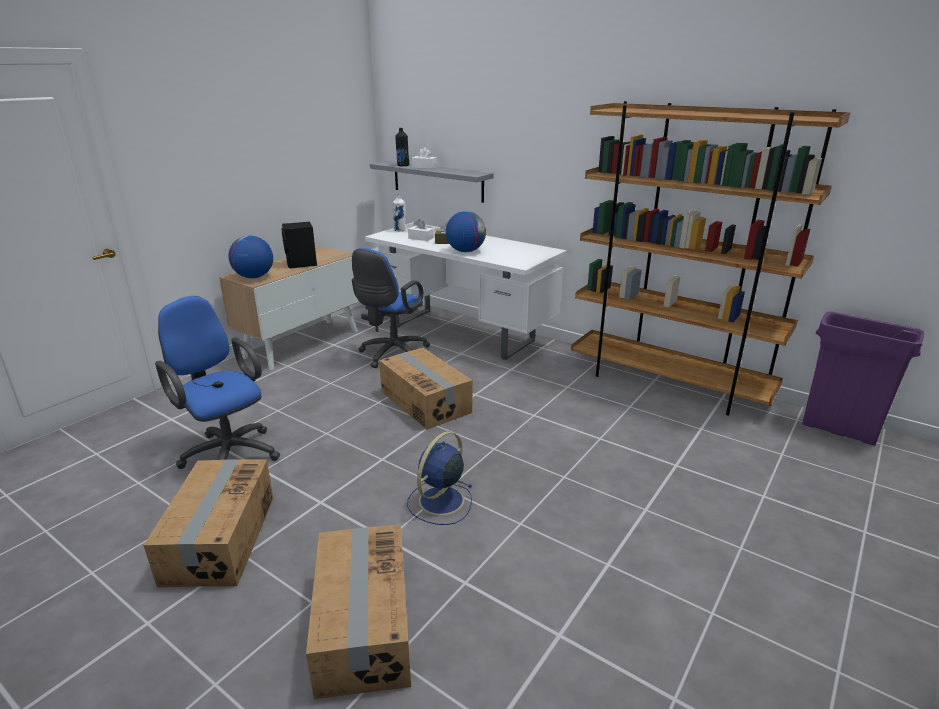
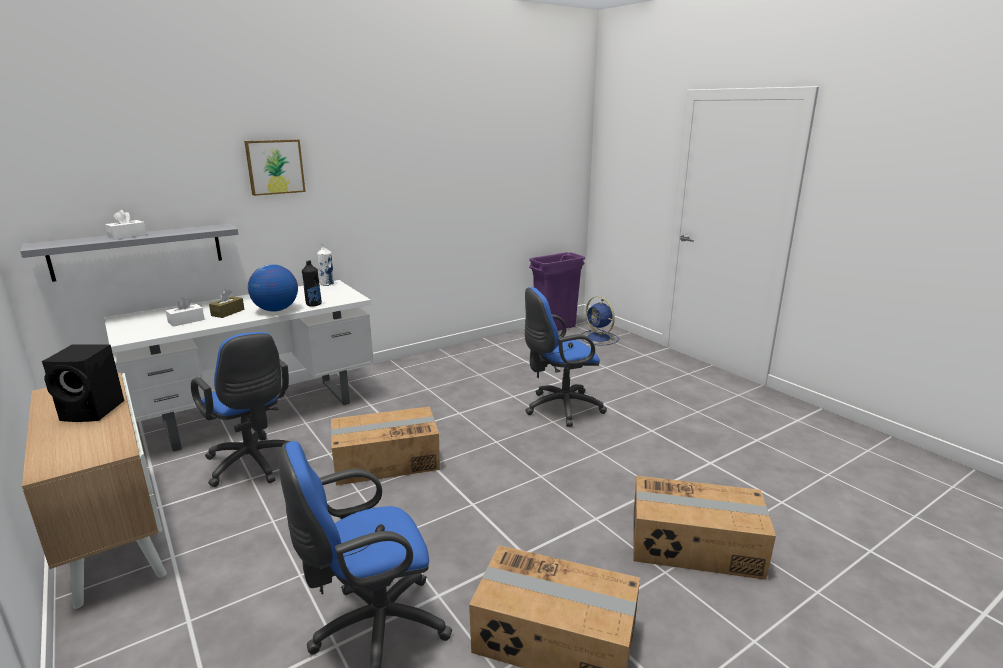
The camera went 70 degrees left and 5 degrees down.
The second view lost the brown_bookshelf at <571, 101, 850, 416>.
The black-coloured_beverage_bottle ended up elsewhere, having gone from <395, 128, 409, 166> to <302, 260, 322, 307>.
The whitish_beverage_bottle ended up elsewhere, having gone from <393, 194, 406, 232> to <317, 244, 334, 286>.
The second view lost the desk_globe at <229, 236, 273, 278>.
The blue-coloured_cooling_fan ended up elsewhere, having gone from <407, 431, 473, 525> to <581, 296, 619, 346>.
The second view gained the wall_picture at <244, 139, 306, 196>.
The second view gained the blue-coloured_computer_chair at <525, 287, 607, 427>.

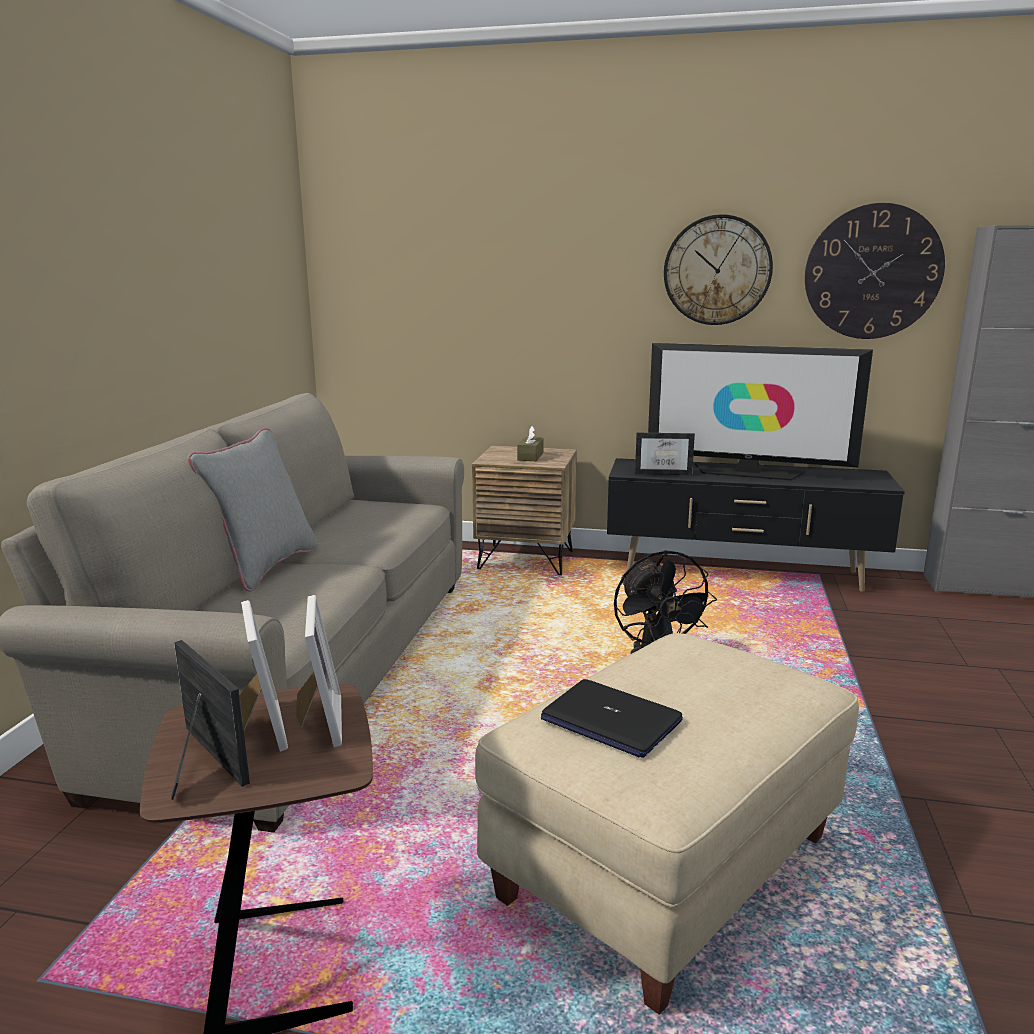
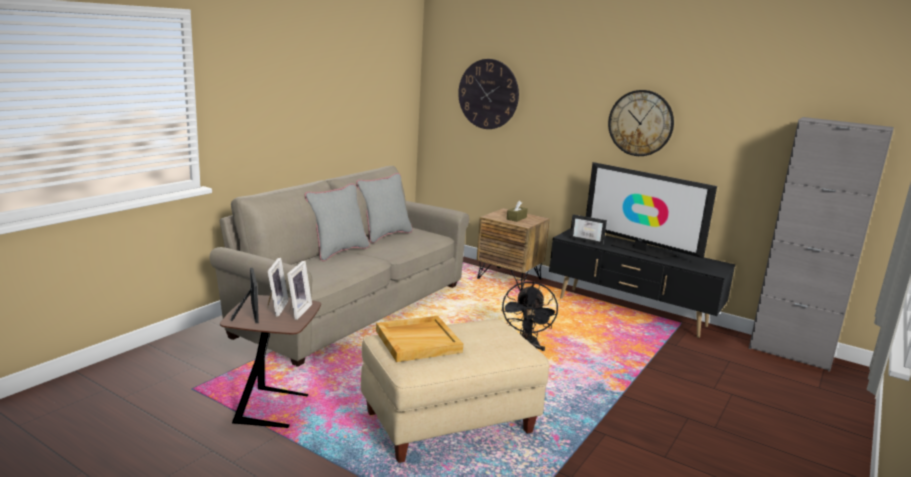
The camera went 20 degrees right and 0 degrees up.
The wall_clock ended up elsewhere, having gone from <805, 203, 945, 339> to <458, 59, 519, 129>.
Where the portable_computer stood at <541, 679, 683, 758>, the sand-coloured_serving_tray came to stand at <376, 316, 463, 362>.
The second view gained the grey_cushion at <356, 173, 413, 243>.

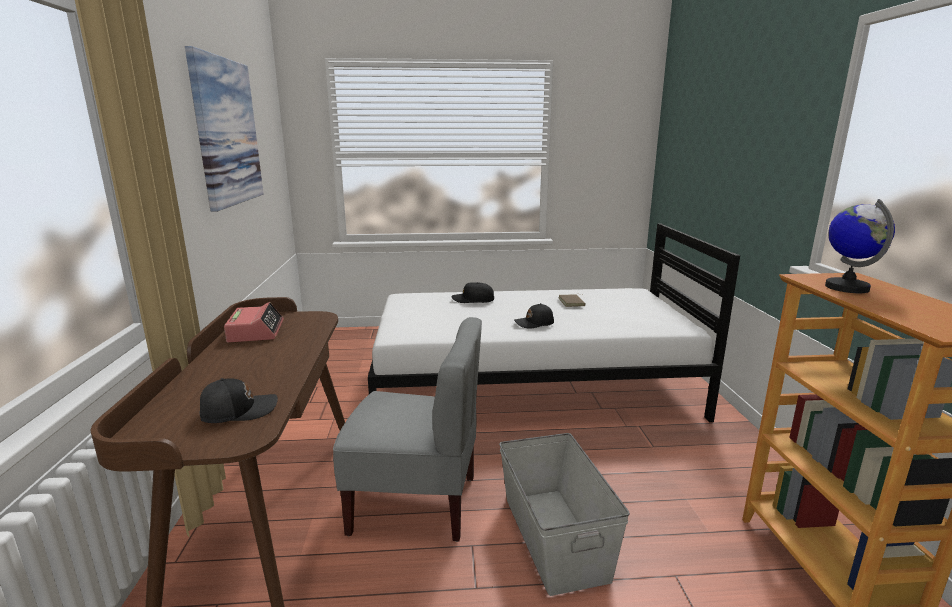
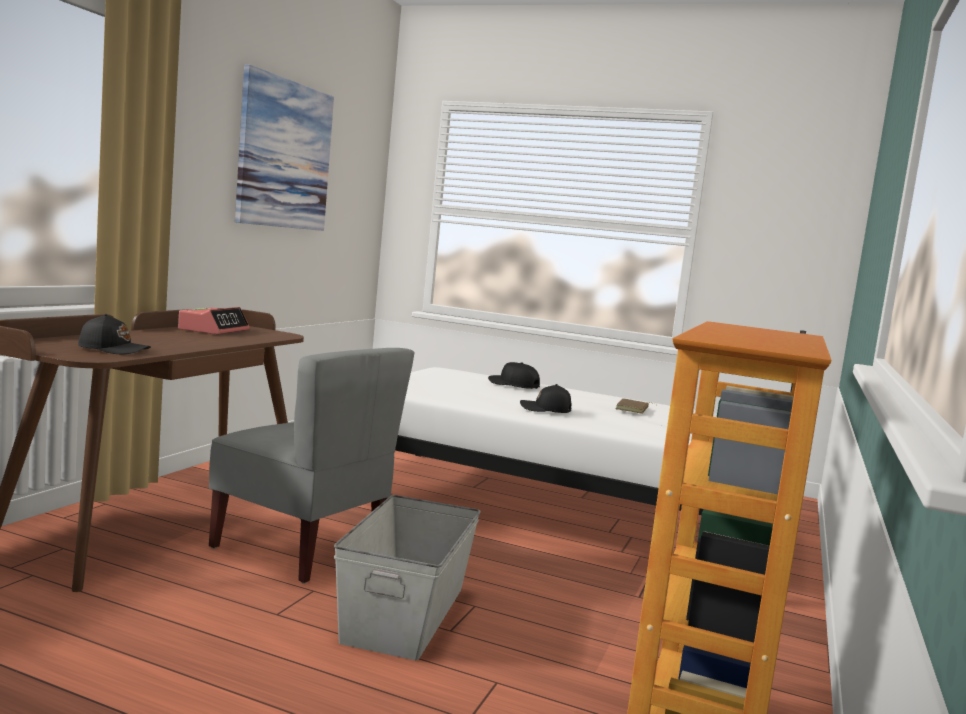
The camera went 25 degrees right and 10 degrees down.
The second view lost the desk_globe at <825, 199, 895, 293>.

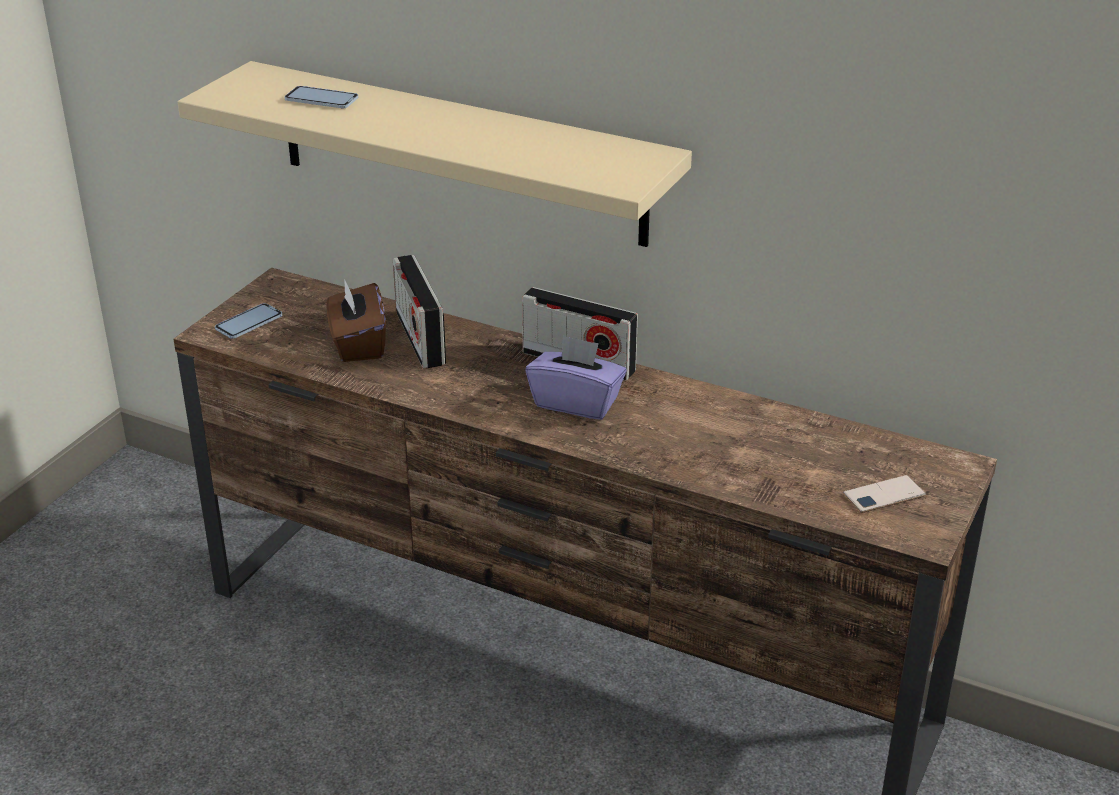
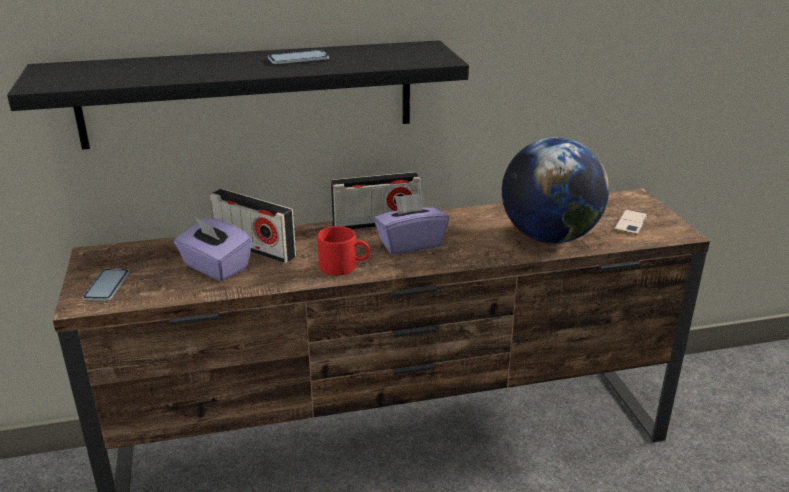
The camera went 40 degrees left and 5 degrees down.
What was the sand-coloured_bracket_shelf at <178, 61, 692, 247> turned into the black-coloured_bracket_shelf at <7, 40, 469, 150>.
The phone ended up elsewhere, having gone from <284, 86, 358, 109> to <268, 50, 329, 64>.
What was the brown_tissue_holder at <326, 279, 386, 362> turned into the purplish_tissue_holder at <174, 217, 252, 281>.
The second view gained the desk_globe at <502, 137, 609, 243>.
The second view gained the red-coloured_coffee_mug at <317, 226, 370, 276>.

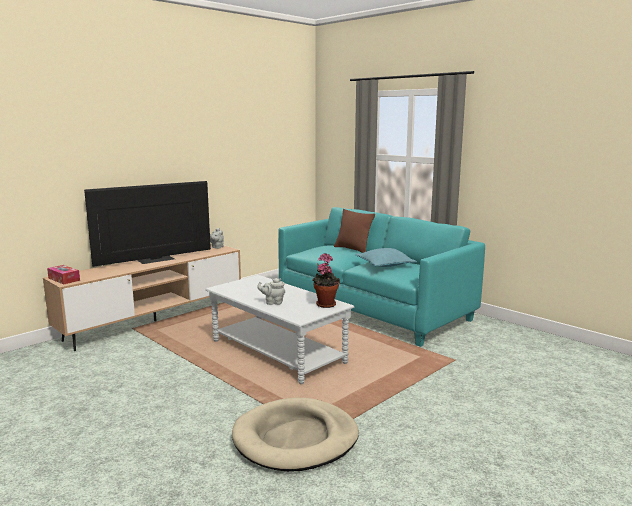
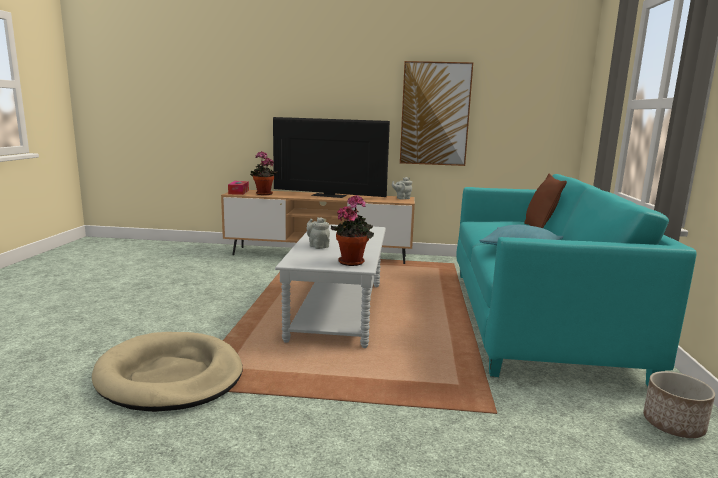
The camera went 50 degrees right and 0 degrees up.
The second view gained the wall_picture at <400, 61, 473, 166>.
The second view gained the plant_in_a_pot at <250, 151, 278, 195>.
The second view gained the flower_pot at <643, 371, 715, 438>.

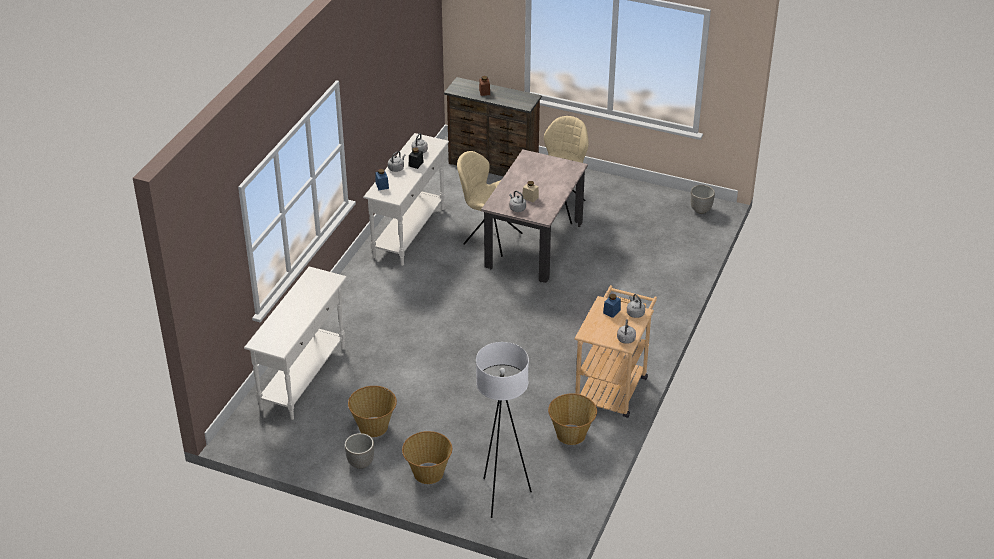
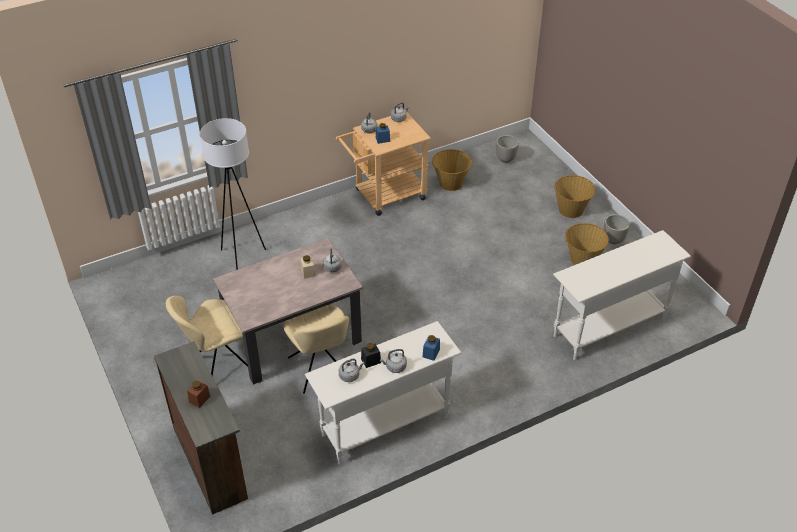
The camera went 140 degrees left and 5 degrees up.
The flower_pot ended up elsewhere, having gone from <690, 185, 715, 214> to <496, 135, 519, 163>.
The whitish_standard_lamp ended up elsewhere, having gone from <476, 342, 532, 518> to <200, 118, 266, 270>.

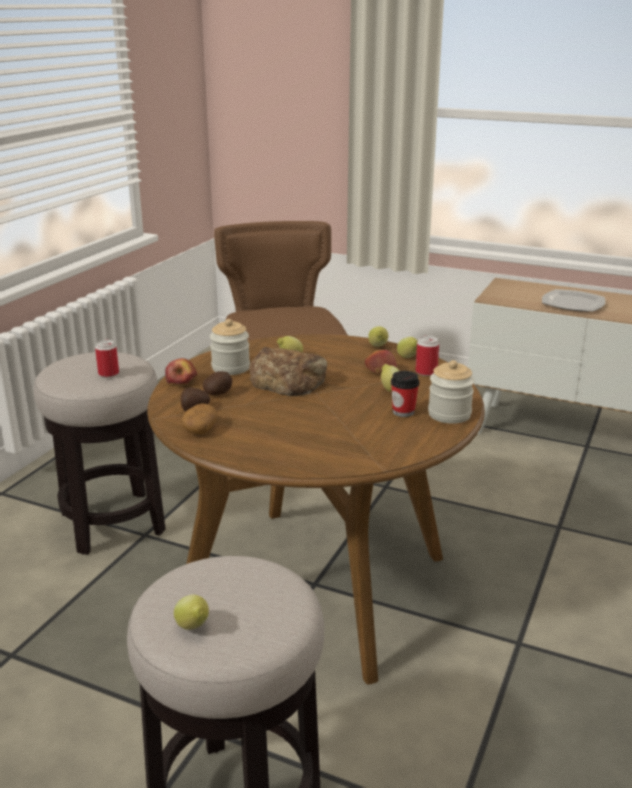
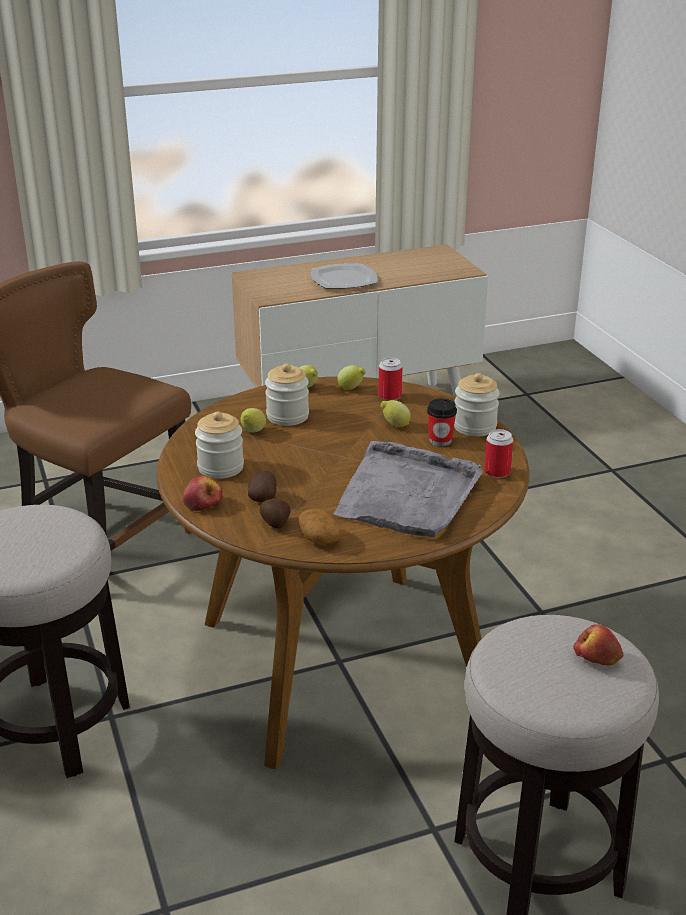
The camera went 45 degrees left and 5 degrees up.
The sealed_can ended up elsewhere, having gone from <95, 340, 119, 377> to <484, 429, 513, 478>.
The second view lost the bakery_bread at <249, 347, 327, 396>.
The whole_apple ended up elsewhere, having gone from <365, 350, 397, 374> to <573, 624, 623, 666>.
The second view lost the citrus_fruit at <174, 594, 209, 630>.
The second view gained the jar at <265, 363, 309, 426>.
The second view gained the grey_serving_tray at <334, 441, 483, 537>.

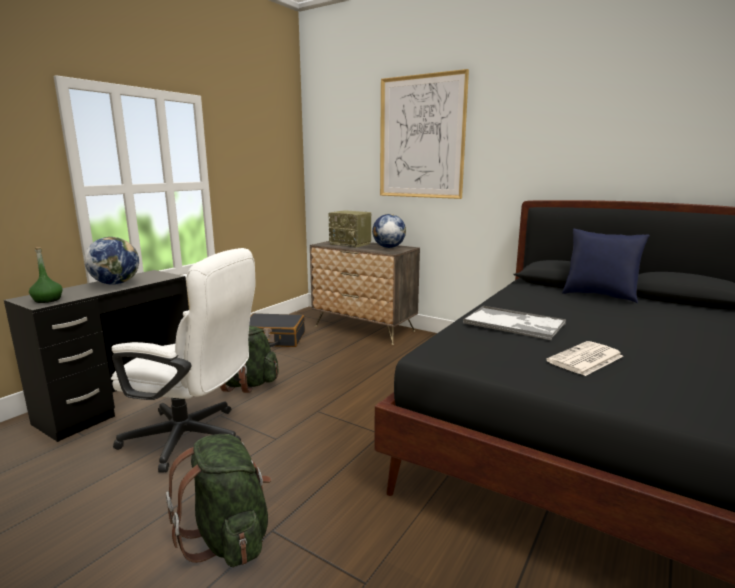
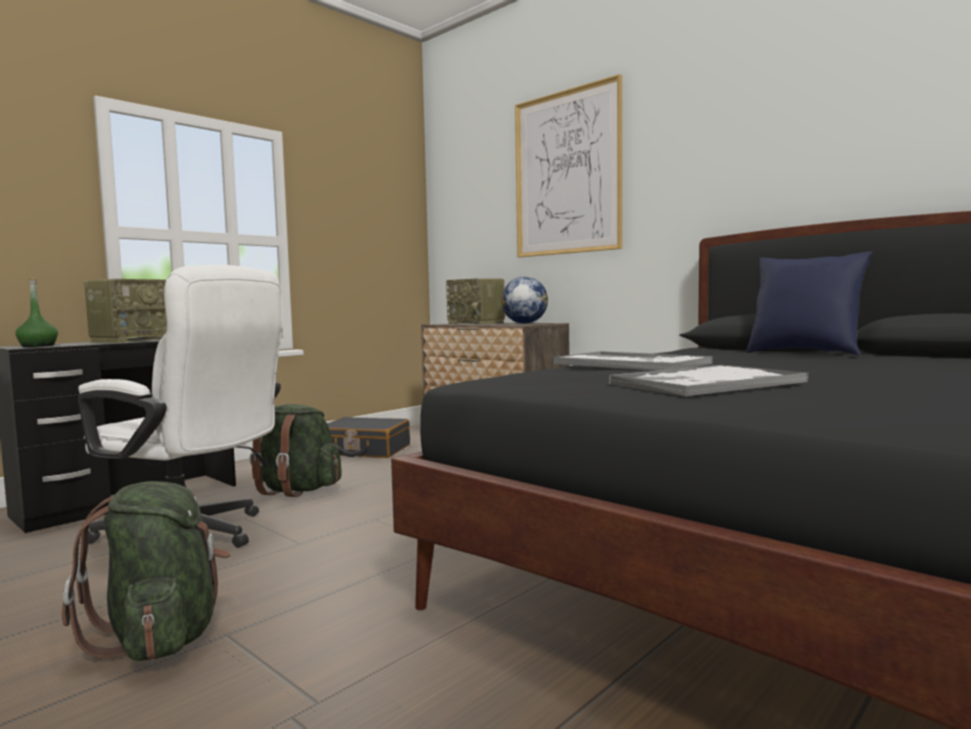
The camera went 10 degrees right and 10 degrees down.
Where the desk_globe stood at <84, 237, 139, 285>, the radio came to stand at <84, 279, 167, 343>.
Where the newspaper stood at <546, 341, 623, 376>, the serving_tray came to stand at <609, 365, 809, 397>.

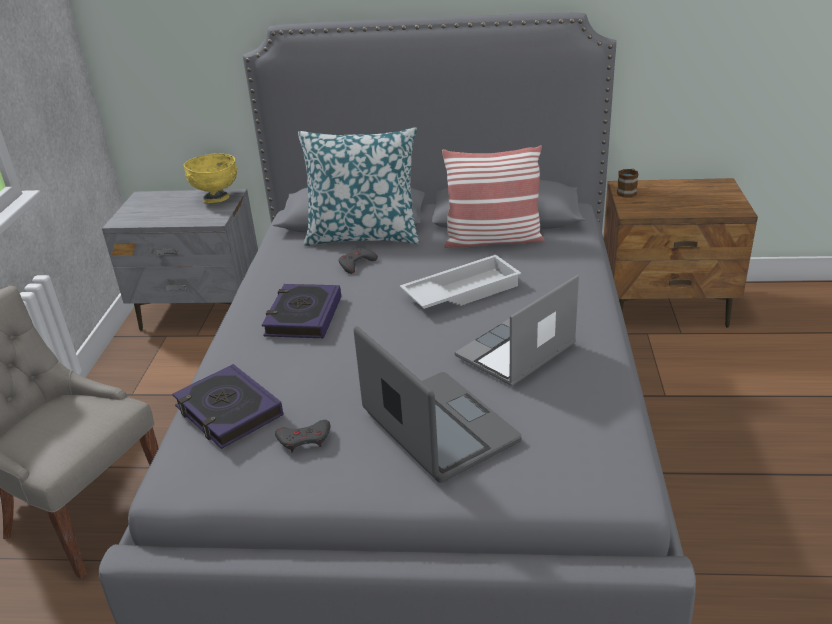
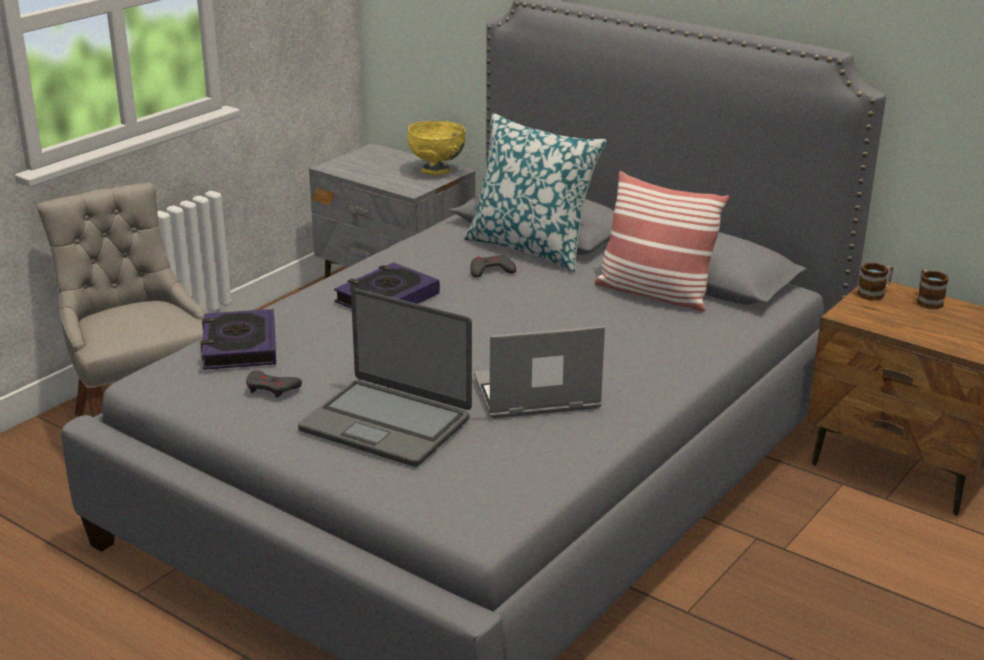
The camera went 30 degrees right and 5 degrees down.
The second view lost the whitish_serving_tray at <400, 255, 521, 309>.
The portable_computer at <354, 326, 522, 483> ended up facing another way, 120 degrees clockwise from before.
The second view gained the coffee_mug at <917, 269, 948, 309>.

